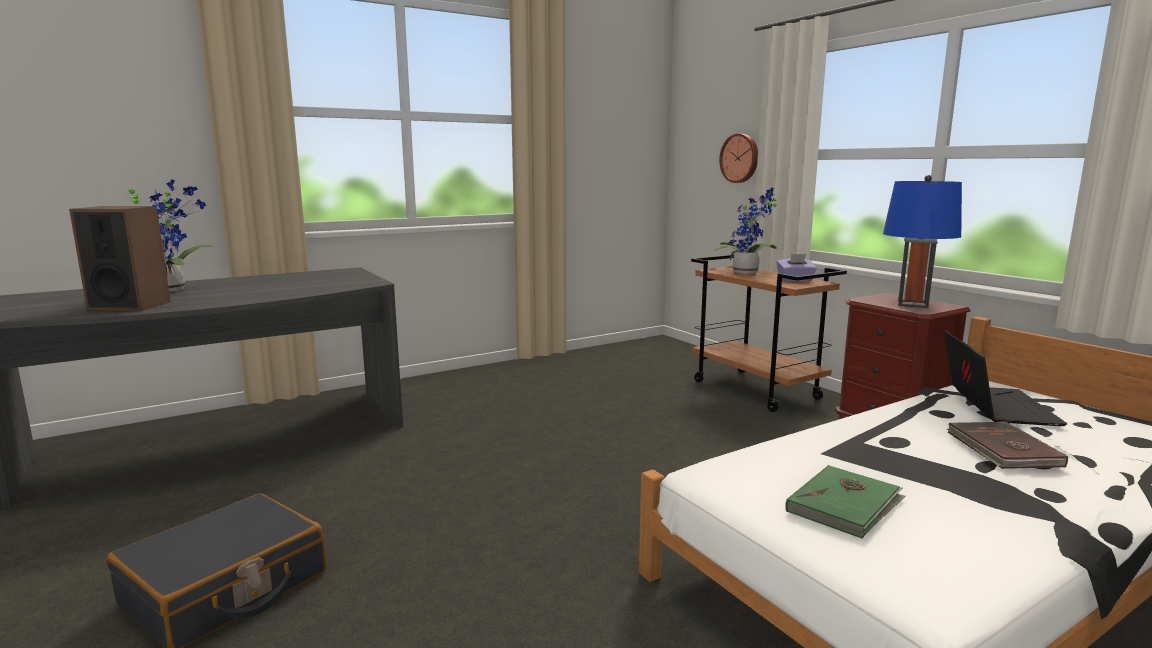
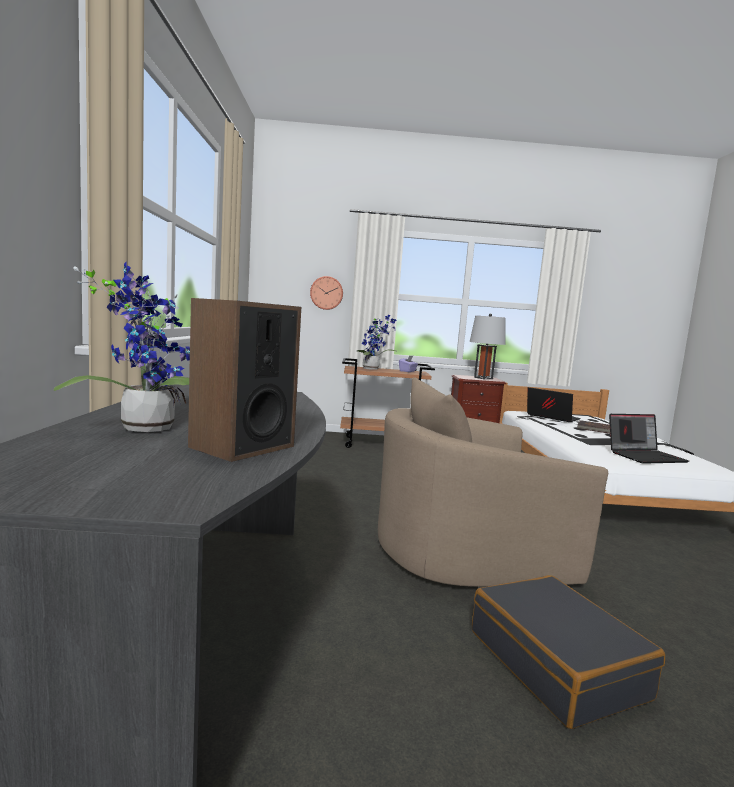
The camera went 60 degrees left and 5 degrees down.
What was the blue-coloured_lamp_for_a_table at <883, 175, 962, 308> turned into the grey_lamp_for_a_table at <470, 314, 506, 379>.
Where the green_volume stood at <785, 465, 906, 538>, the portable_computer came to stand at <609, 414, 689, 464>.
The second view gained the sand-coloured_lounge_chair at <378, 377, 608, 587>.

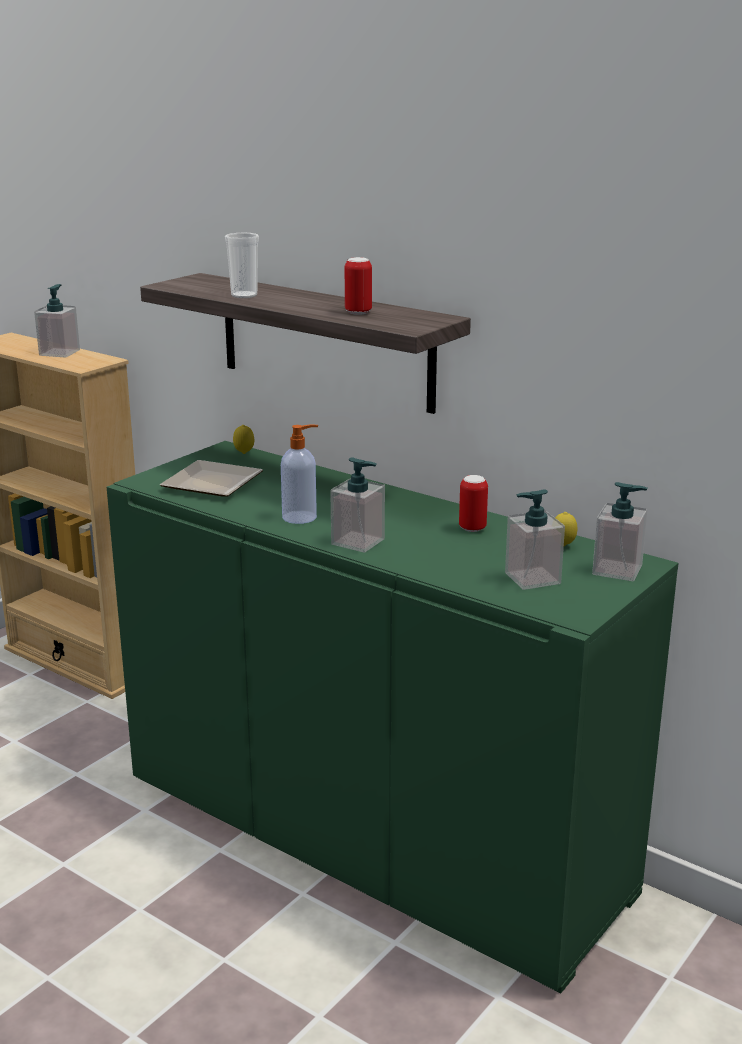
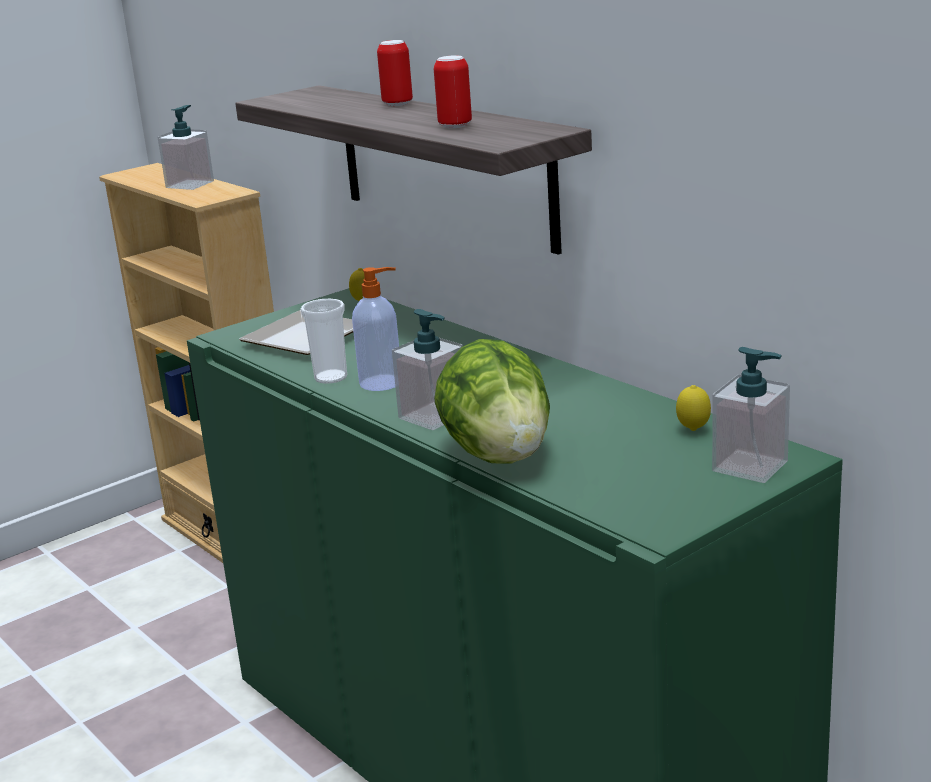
The camera went 15 degrees right and 0 degrees up.
The drinking_cup ended up elsewhere, having gone from <225, 233, 259, 298> to <300, 299, 348, 384>.
The sealed_can ended up elsewhere, having gone from <459, 475, 488, 532> to <377, 40, 413, 106>.
The second view lost the soap_bottle at <505, 489, 565, 590>.
The second view gained the head_of_lettuce at <434, 339, 550, 464>.

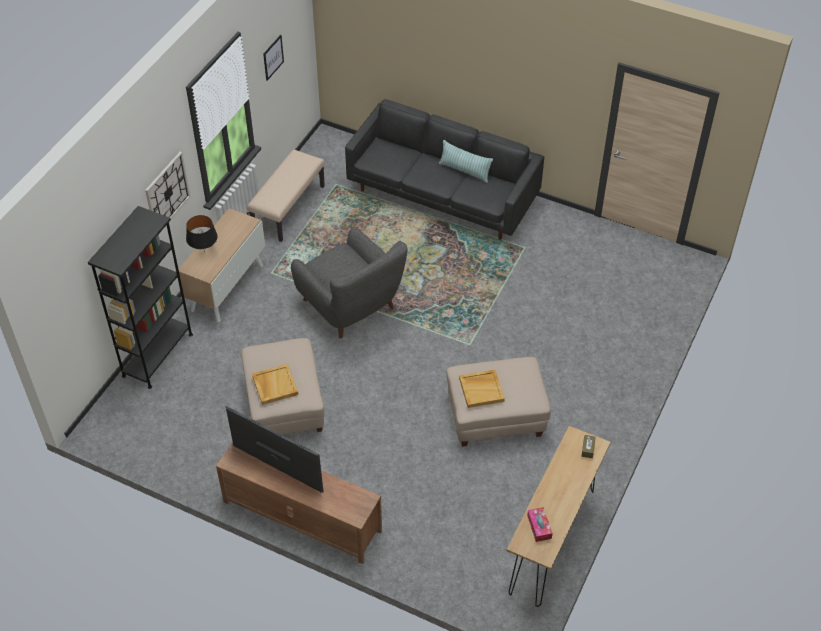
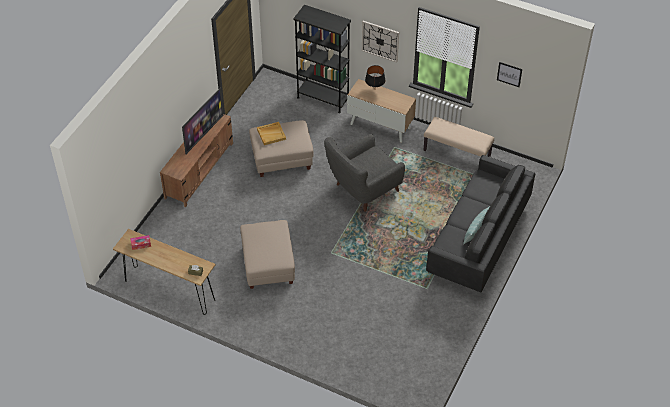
The camera went 90 degrees right and 0 degrees up.
The second view lost the sand-coloured_serving_tray at <459, 370, 505, 408>.

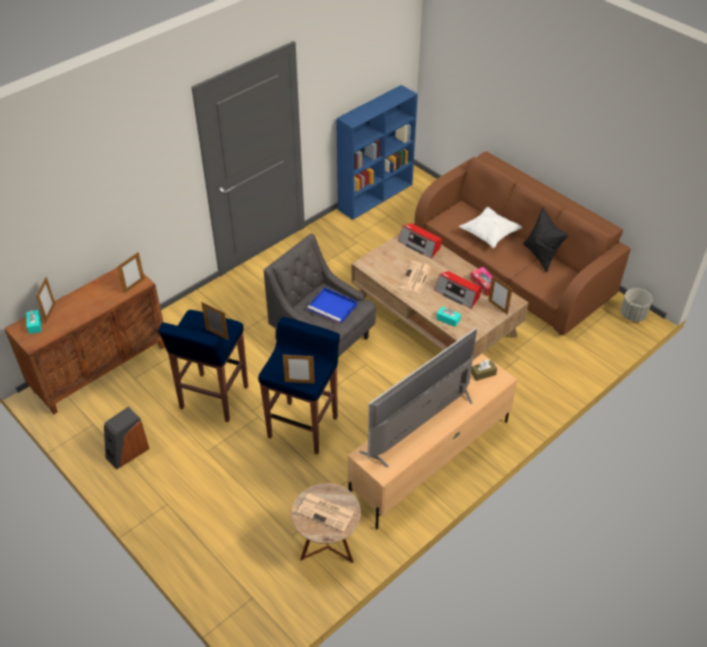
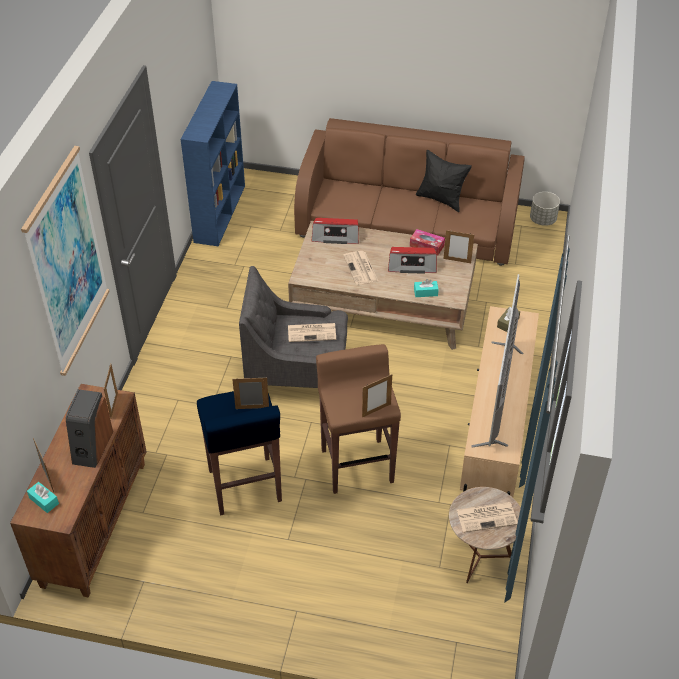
The camera went 35 degrees left and 0 degrees up.
The second view lost the whitish_cushion at <459, 207, 522, 248>.
Where the blue-coloured_serving_tray stood at <307, 287, 357, 324>, the newspaper came to stand at <288, 323, 336, 342>.
What was the blue-coloured_stool_seat at <258, 317, 340, 455> turned into the brown_stool_seat at <316, 344, 401, 494>.
The audio_speaker ended up elsewhere, having gone from <104, 407, 149, 469> to <66, 389, 113, 468>.
The second view gained the wall_picture at <21, 146, 110, 376>.

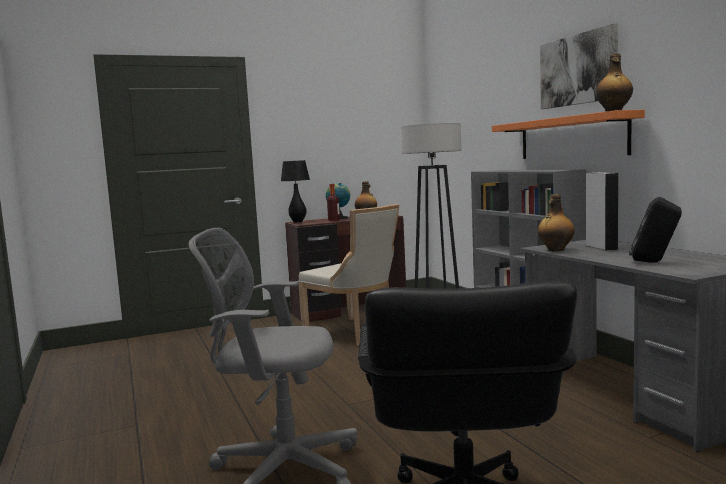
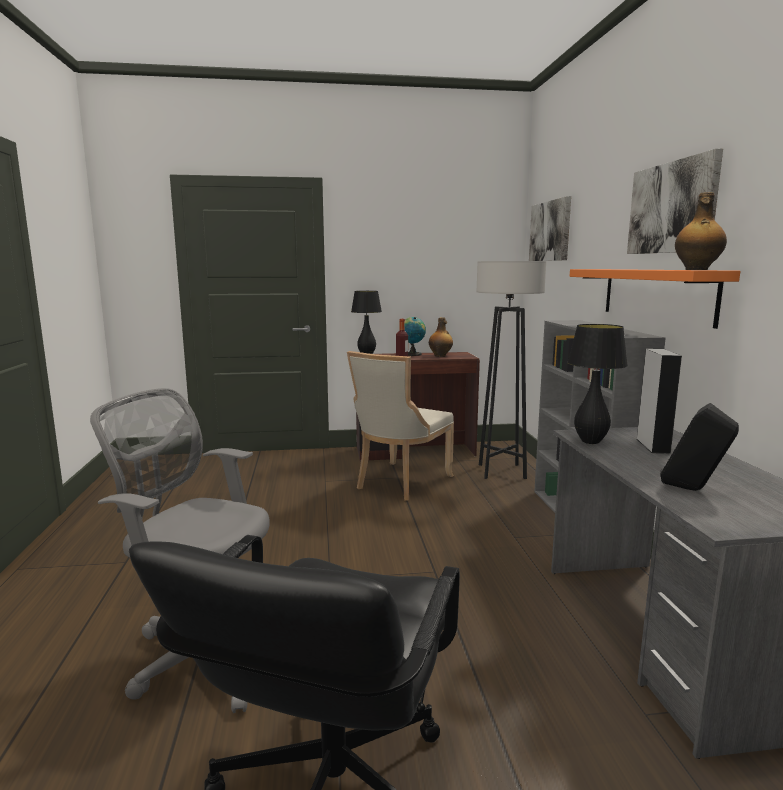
The camera went 15 degrees right and 5 degrees up.
Where the beverage_bottle stood at <538, 194, 575, 251>, the black-coloured_lamp_for_a_table came to stand at <567, 324, 628, 444>.
The sand-coloured_plain_chair at <299, 204, 399, 346> ended up facing another way, 60 degrees clockwise from before.
The second view gained the wall_picture at <529, 196, 571, 261>.

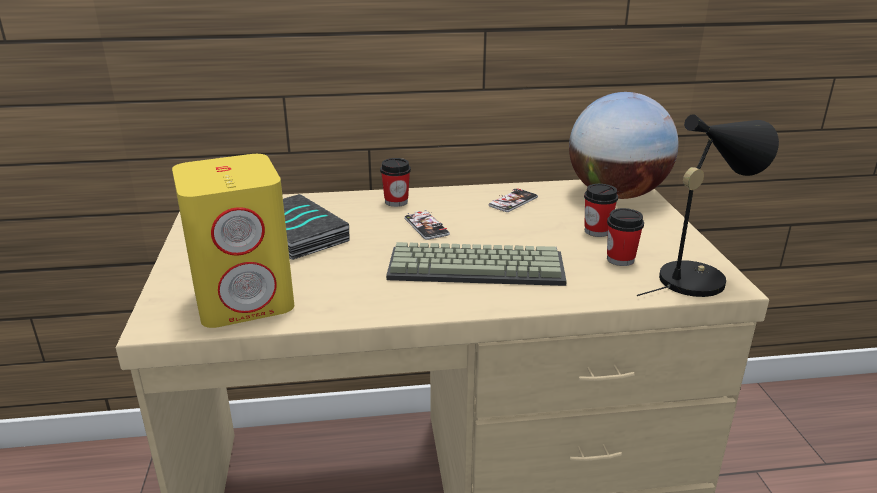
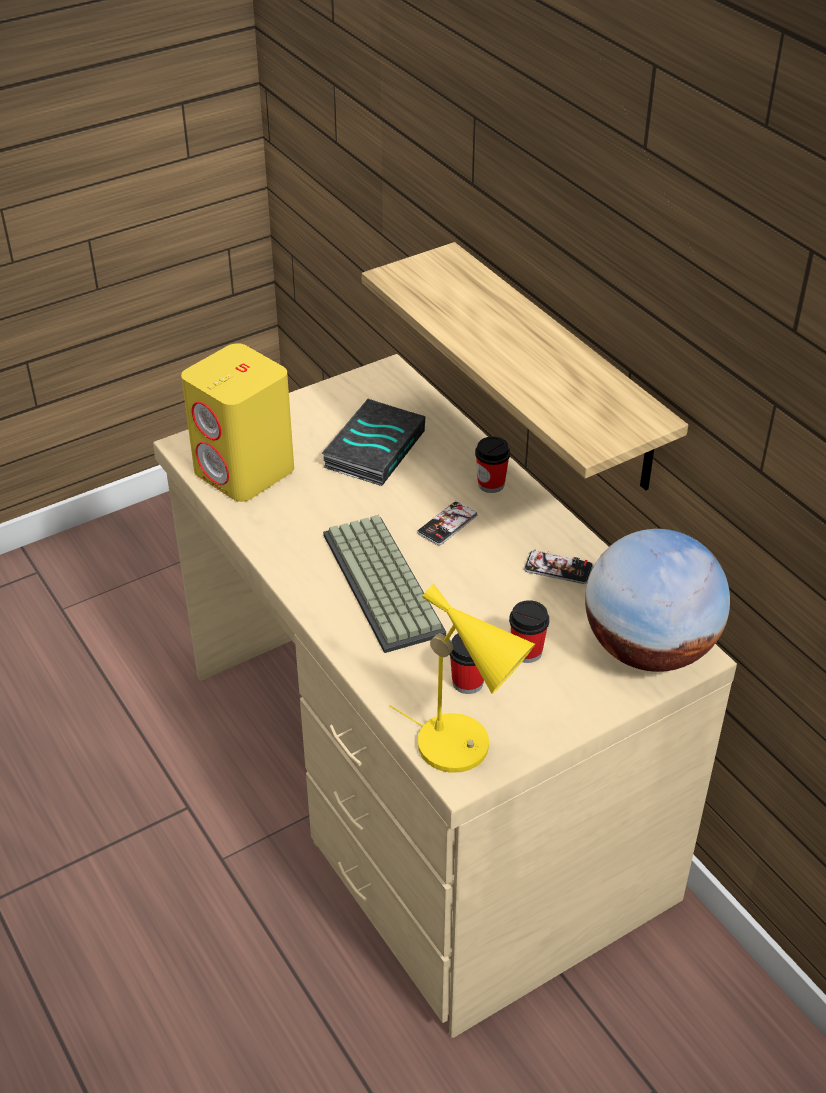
The camera went 65 degrees right and 15 degrees up.
What was the black-coloured_lamp_for_a_table at <637, 114, 779, 297> turned into the yellow-coloured_lamp_for_a_table at <389, 584, 535, 773>.
The second view gained the bracket_shelf at <362, 242, 688, 490>.

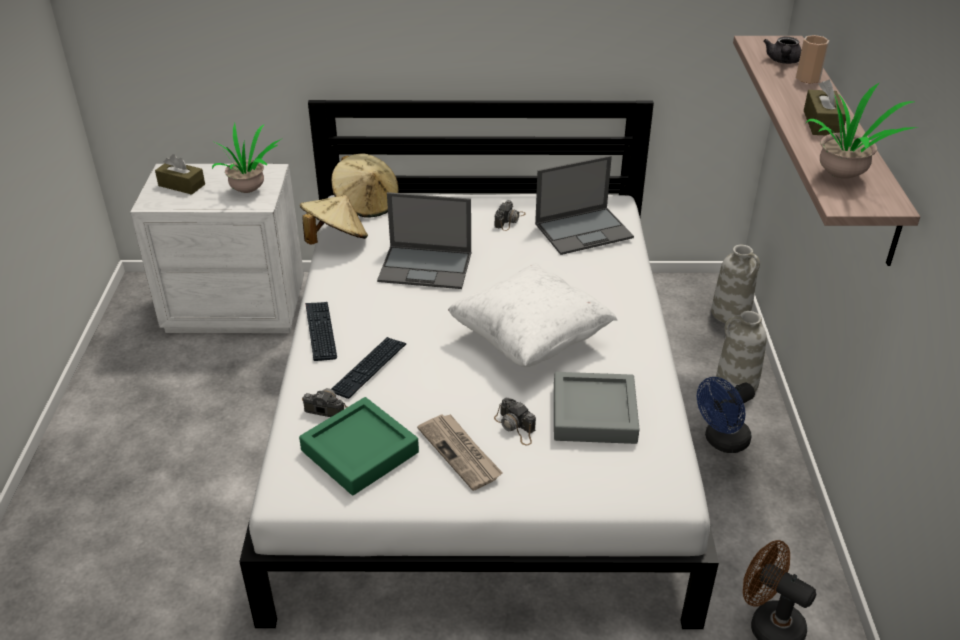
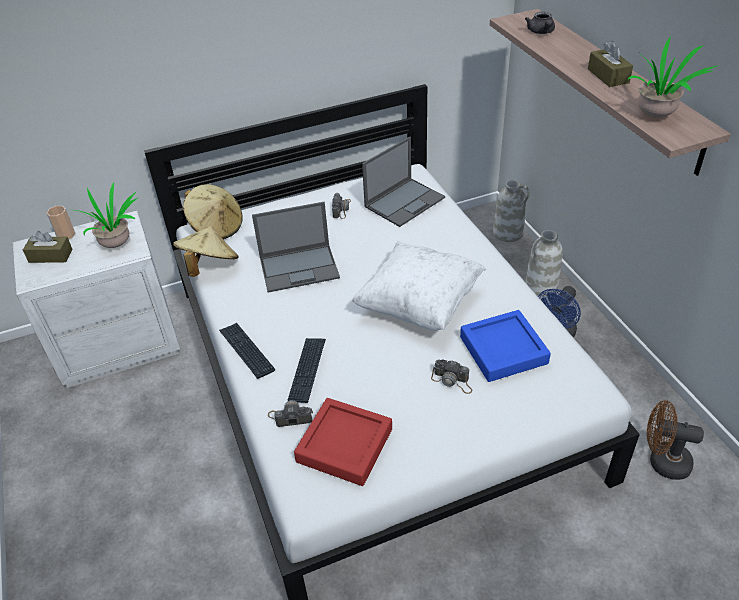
The camera went 20 degrees left and 5 degrees up.
The drinking_cup ended up elsewhere, having gone from <796, 35, 829, 83> to <46, 206, 75, 239>.
What was the grey_serving_tray at <554, 372, 640, 444> turned into the blue-coloured_serving_tray at <460, 310, 551, 382>.
What was the green_serving_tray at <299, 397, 419, 495> turned into the red-coloured_serving_tray at <294, 398, 392, 486>.
The second view lost the newspaper at <417, 414, 503, 491>.

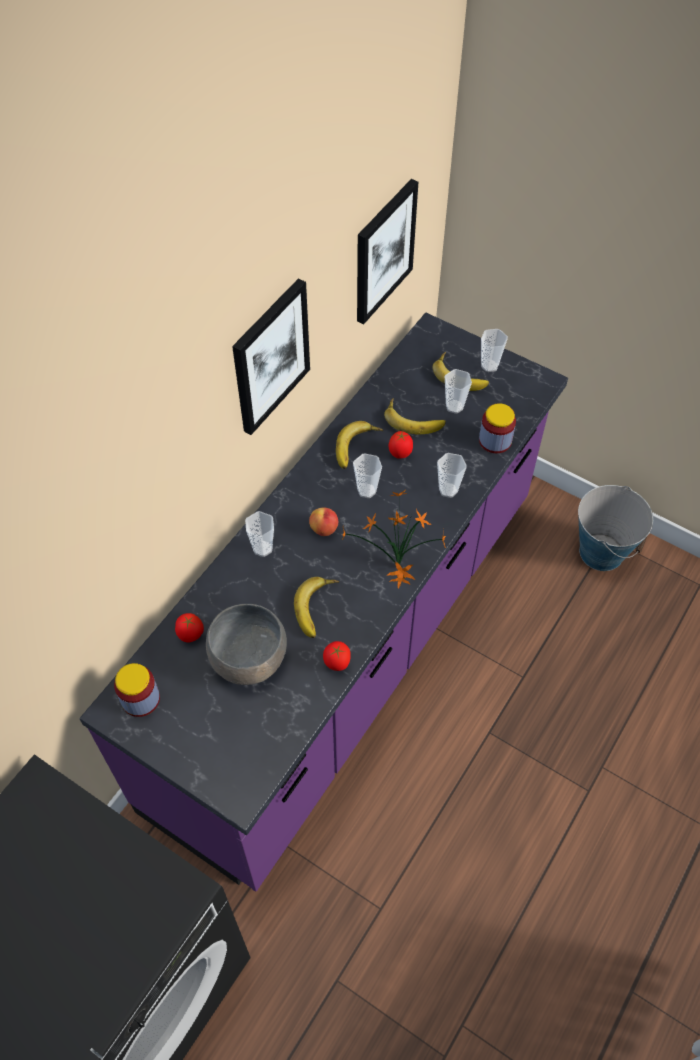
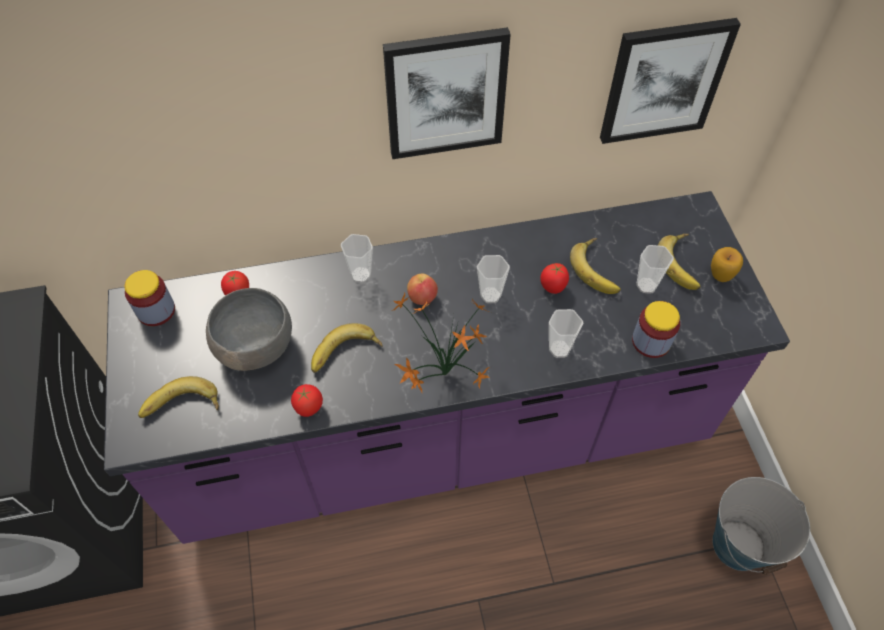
The camera went 45 degrees right and 0 degrees up.
Where the drinking_cup stood at <481, 329, 508, 372>, the whole_apple came to stand at <711, 247, 743, 282>.
The whole_banana ended up elsewhere, having gone from <336, 421, 383, 469> to <138, 376, 219, 418>.

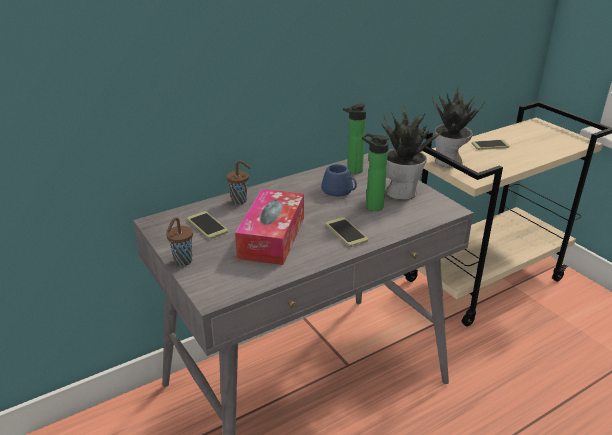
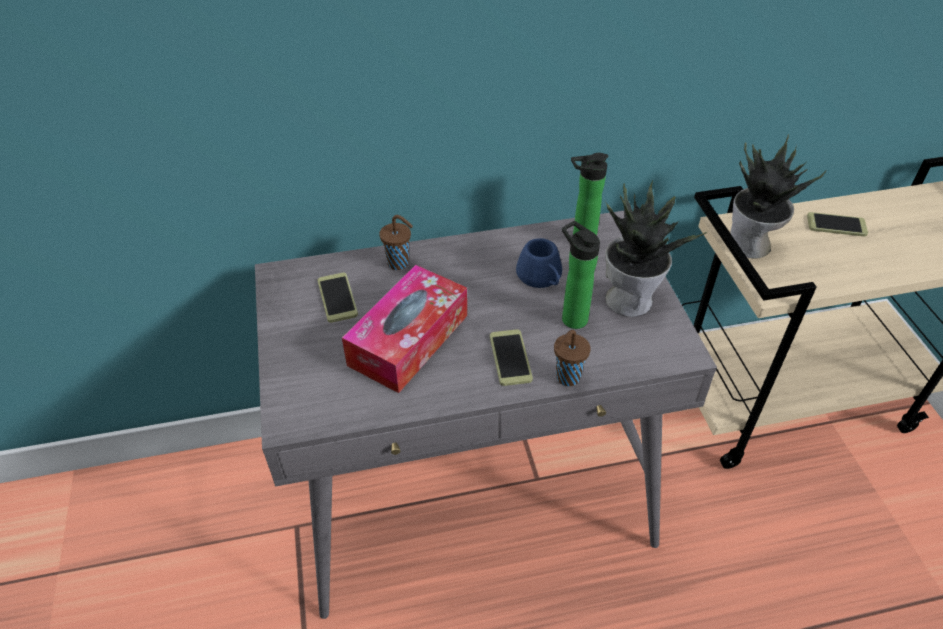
The camera went 20 degrees right and 15 degrees up.
The brown_drinking_cup ended up elsewhere, having gone from <166, 217, 193, 266> to <554, 330, 590, 386>.

